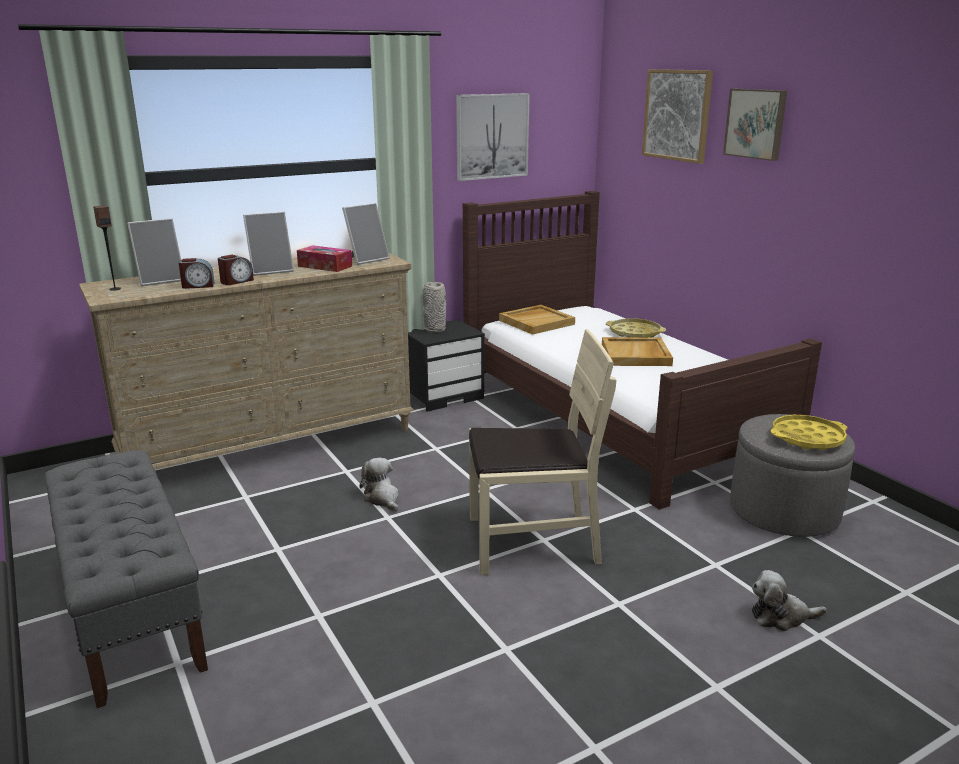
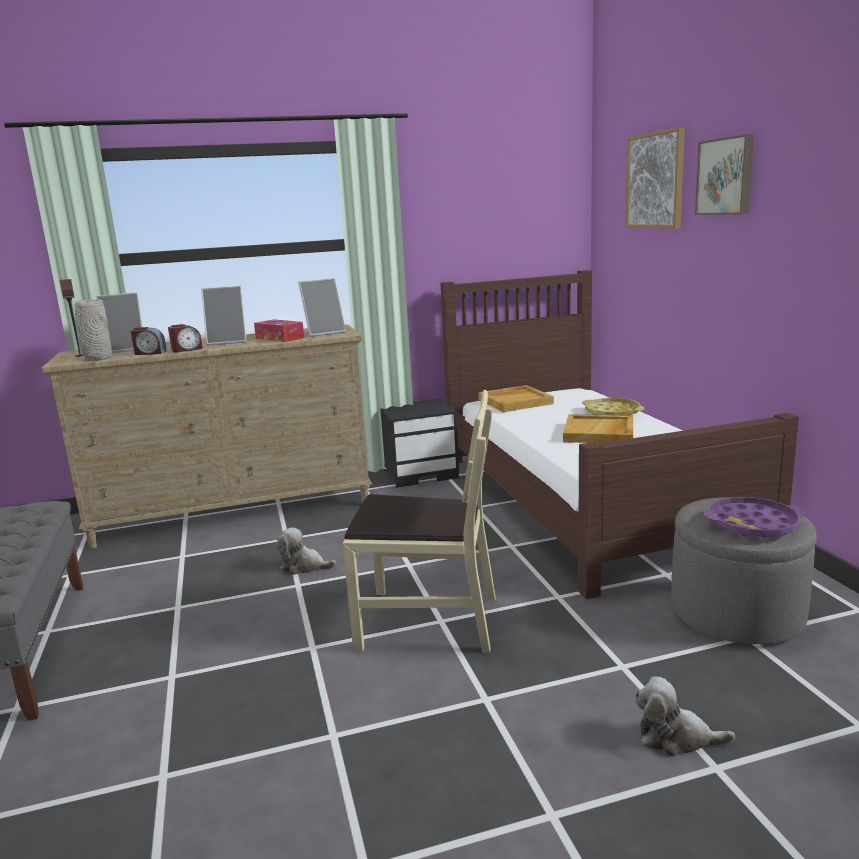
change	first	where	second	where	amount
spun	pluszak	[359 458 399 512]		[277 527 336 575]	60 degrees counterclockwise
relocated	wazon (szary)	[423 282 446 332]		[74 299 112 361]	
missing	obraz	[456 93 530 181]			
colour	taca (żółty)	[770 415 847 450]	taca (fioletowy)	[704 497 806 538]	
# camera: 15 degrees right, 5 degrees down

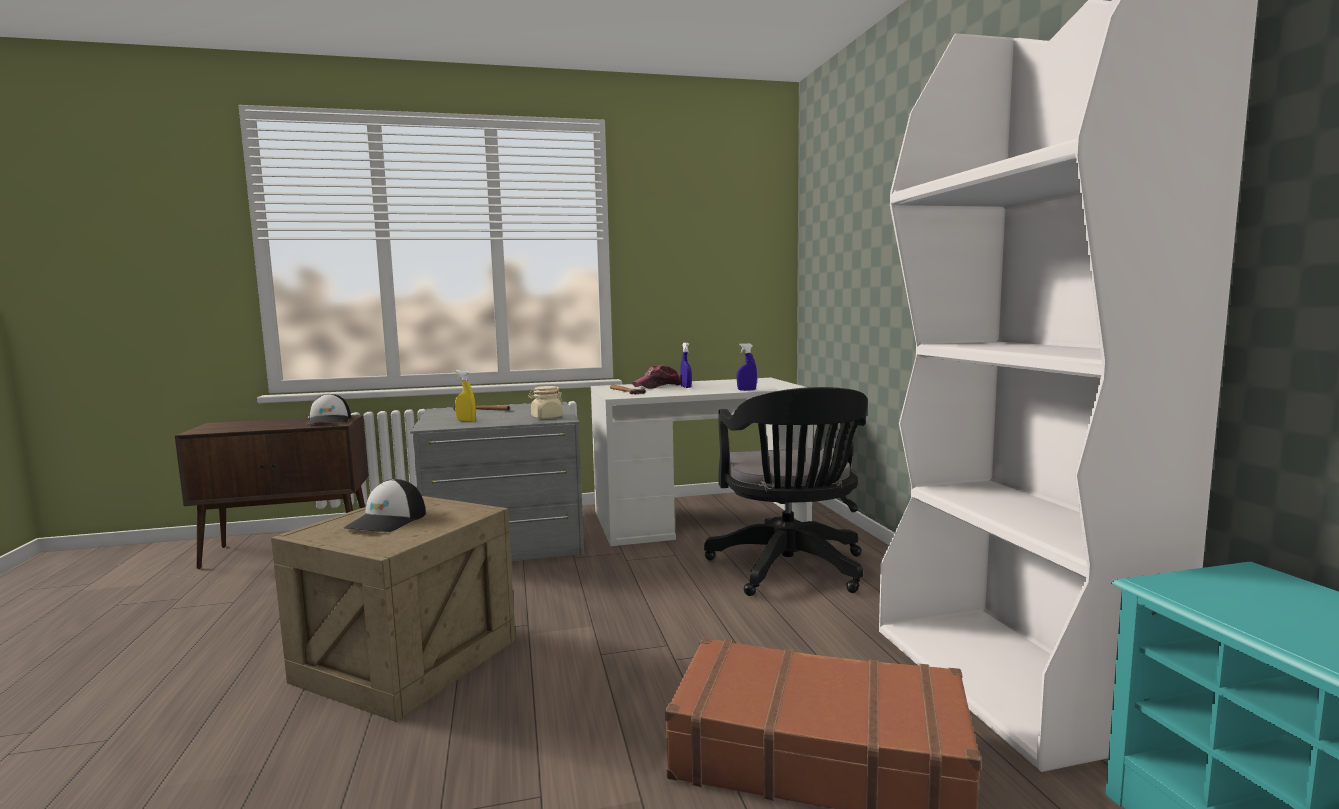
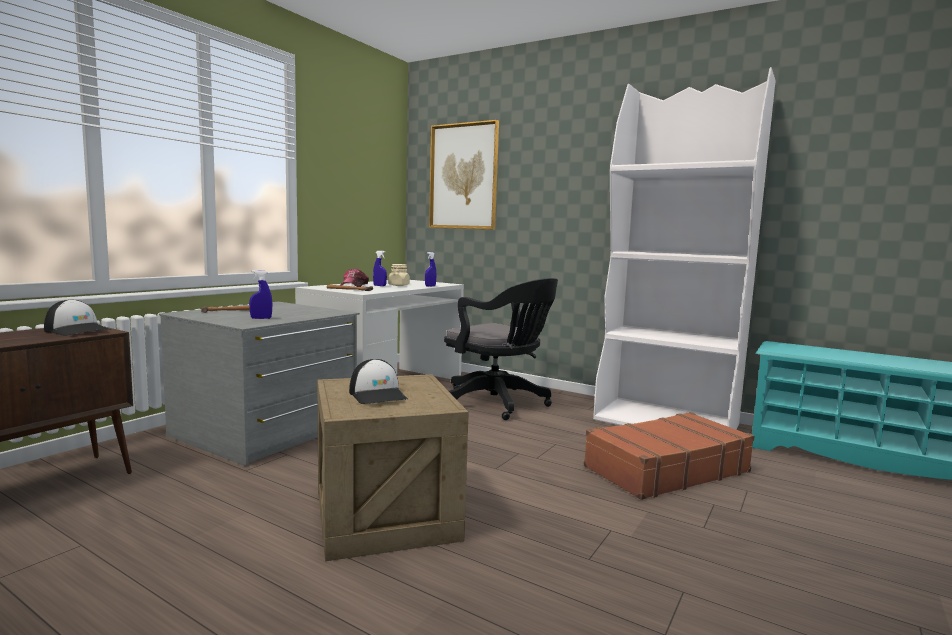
change	first	where	second	where	amount
colour	spryskiwacz (żółty)	[455 370 476 422]	spryskiwacz (niebieski)	[249 270 272 319]	
relocated	słoik (beżowy)	[528 386 563 419]		[388 264 410 286]	
appeared			obraz	[429 120 499 230]	
# camera: 45 degrees left, 0 degrees up

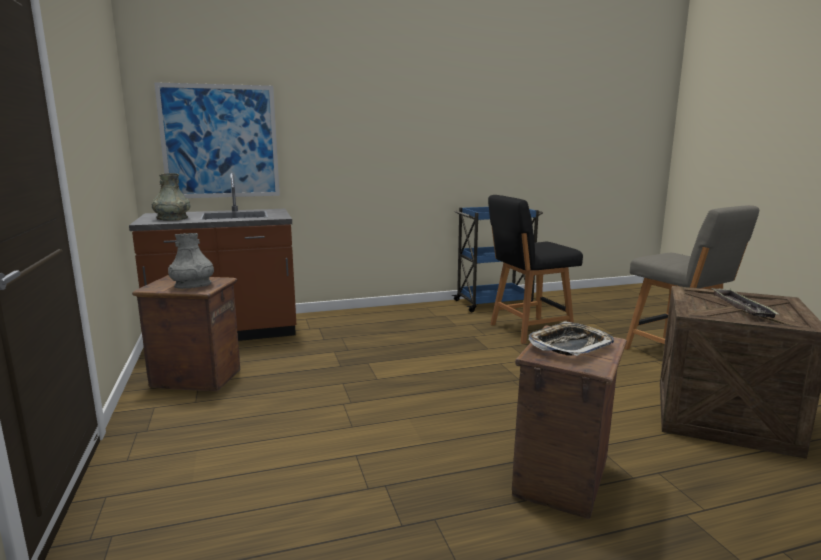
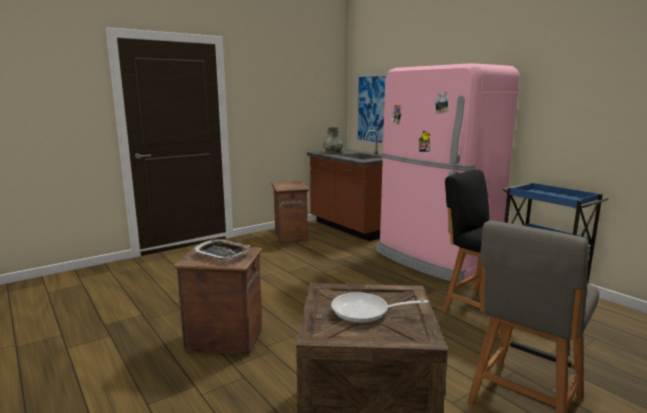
change	first	where	second	where	amount
missing	wazon (szary)	[168 233 214 289]			
exchanged	taca	[711 288 779 318]	patelnia	[331 292 428 323]	
appeared			lodówka (różowy)	[376 63 519 283]	
# camera: 70 degrees right, 0 degrees up

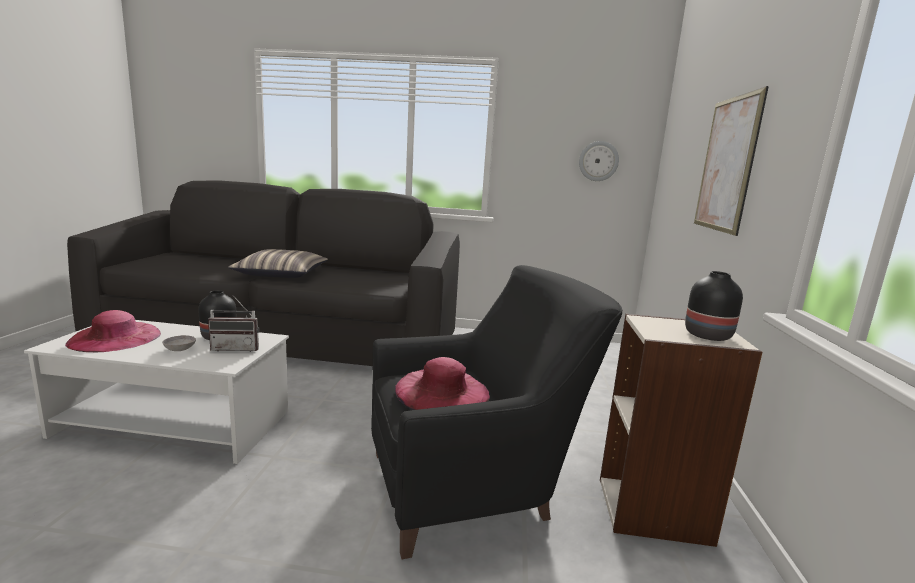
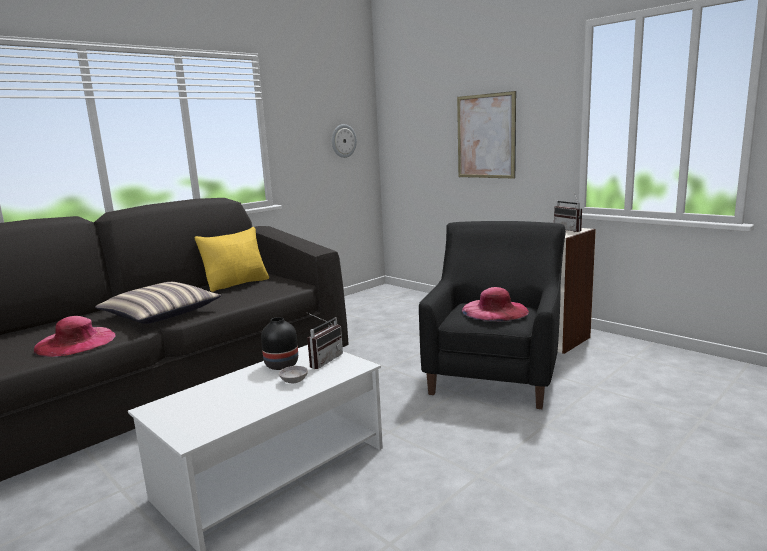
change	first	where	second	where	amount
relocated	kapelusz (różowy)	[65 310 161 352]		[34 316 116 357]	
exchanged	wazon (czarny)	[685 271 743 341]	radio	[554 195 582 232]	
appeared			poduszka (żółty)	[195 227 269 292]	
# camera: 50 degrees left, 0 degrees up

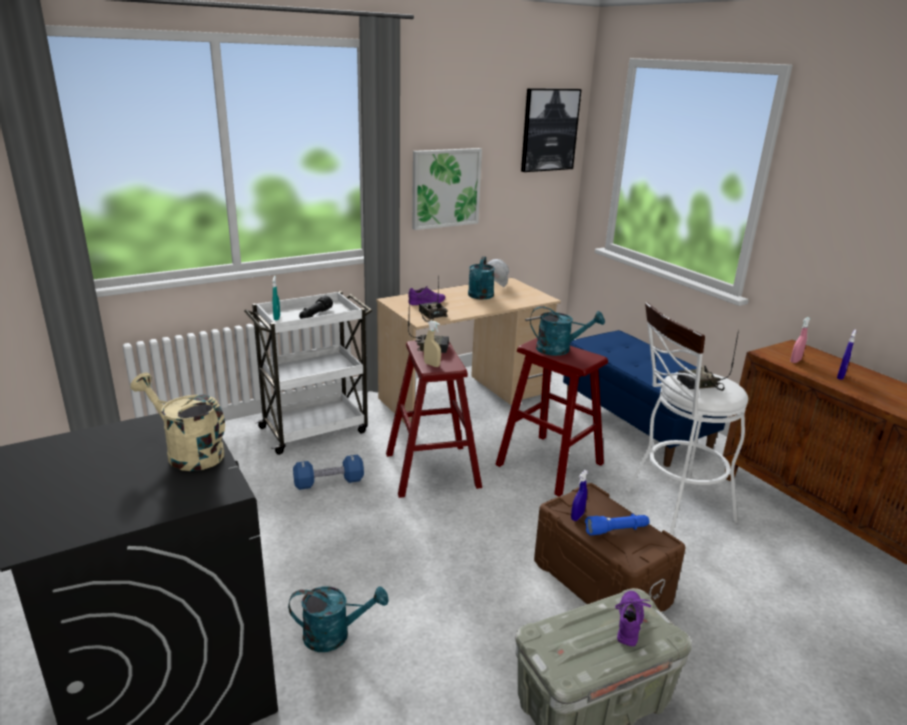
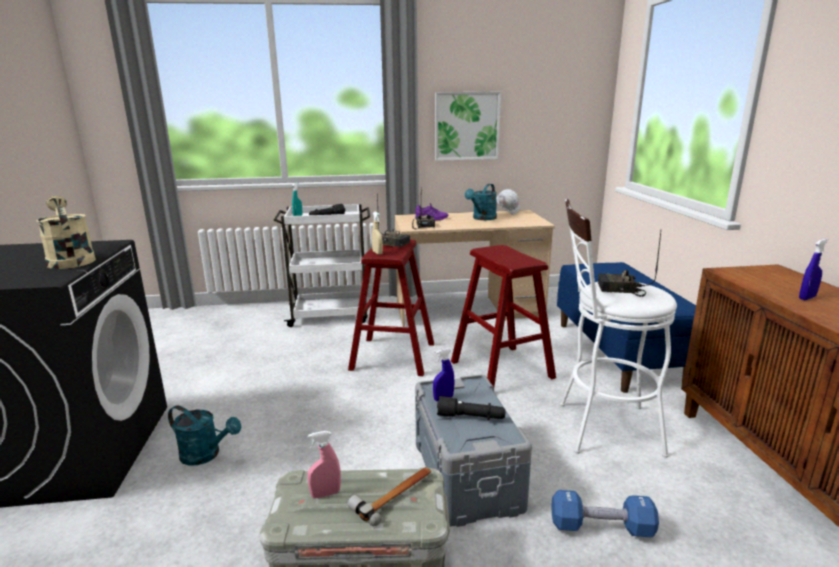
change	first	where	second	where	amount
relocated	hantel (niebieski)	[293 455 364 490]		[551 490 659 537]	
missing	obraz	[521 88 582 172]			
missing	konewka (turkusowy)	[530 306 605 356]			
colour	pojemnik do przechowywania (brązowy)	[534 483 686 612]	pojemnik do przechowywania (szary)	[415 374 532 527]	
colour	latarka (niebieski)	[585 514 649 536]	latarka (czarny)	[437 396 506 420]	
exchanged	but (fioletowy)	[615 591 651 646]	młotek	[348 467 431 526]	
relocated	spryskiwacz (różowy)	[790 317 810 363]		[307 431 341 498]	
# camera: 25 degrees right, 5 degrees down

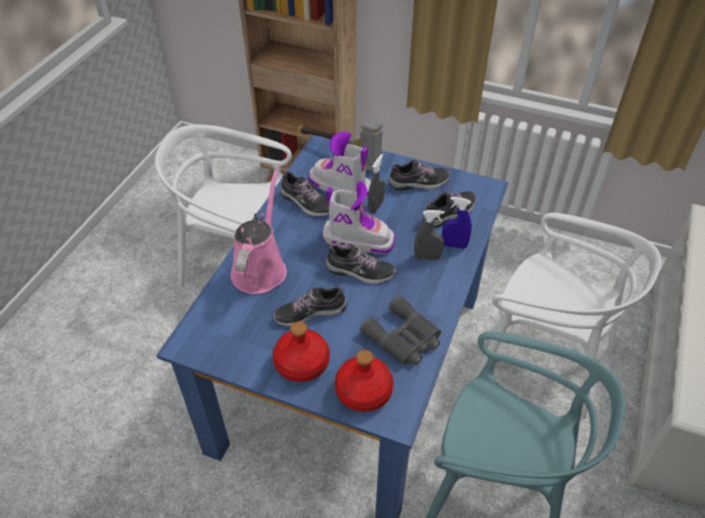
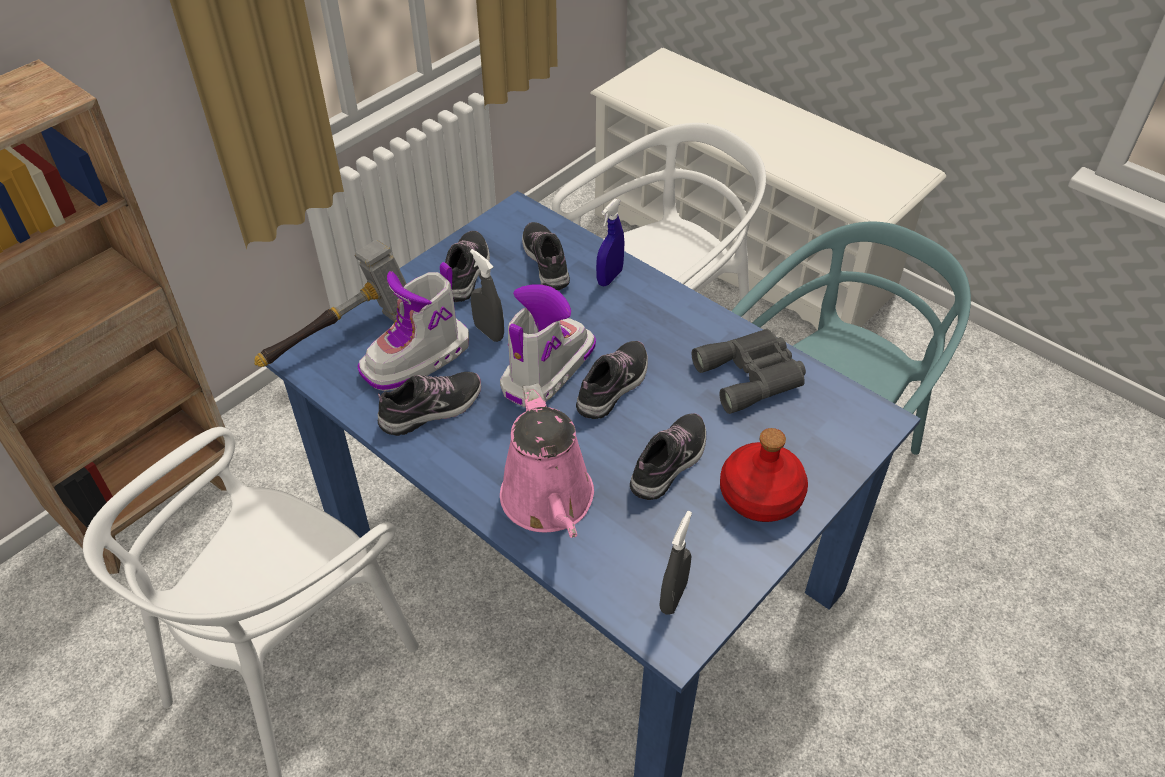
change	first	where	second	where	amount
spun	konewka (różowy)	[231 168 287 294]		[500 383 594 538]	135 degrees counterclockwise
spun	but	[273 286 347 327]		[630 413 706 500]	150 degrees counterclockwise
missing	butelka (czerwony)	[335 350 394 412]			
relocated	spryskiwacz (szary)	[414 210 444 260]		[660 511 692 615]	
# camera: 70 degrees left, 0 degrees up

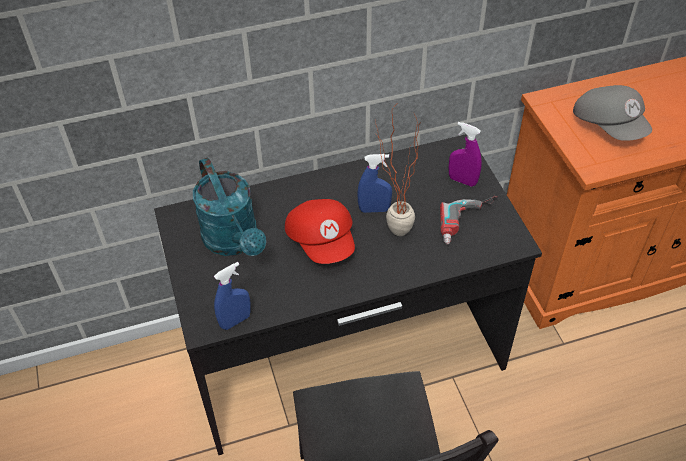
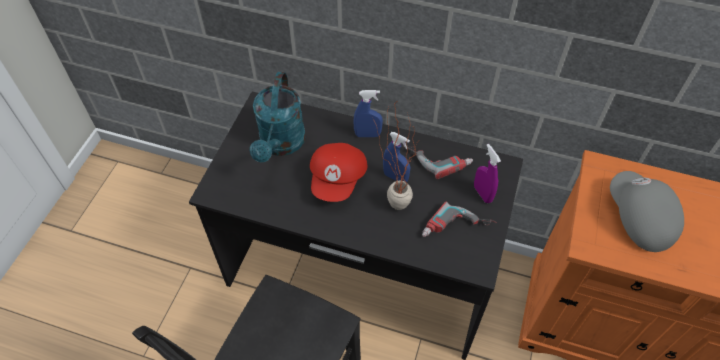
change	first	where	second	where	amount
relocated	spryskiwacz (niebieski)	[214 262 251 330]		[353 90 383 137]	
spun	czapka z daszkiem (szary)	[573 85 652 141]		[610 171 684 252]	150 degrees clockwise
appeared			wiertarka	[403 145 473 179]	
# camera: 35 degrees right, 5 degrees up

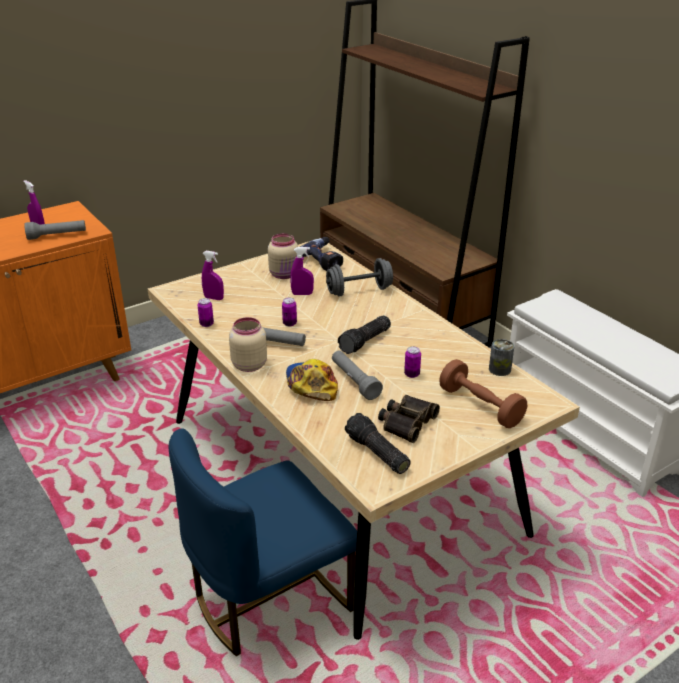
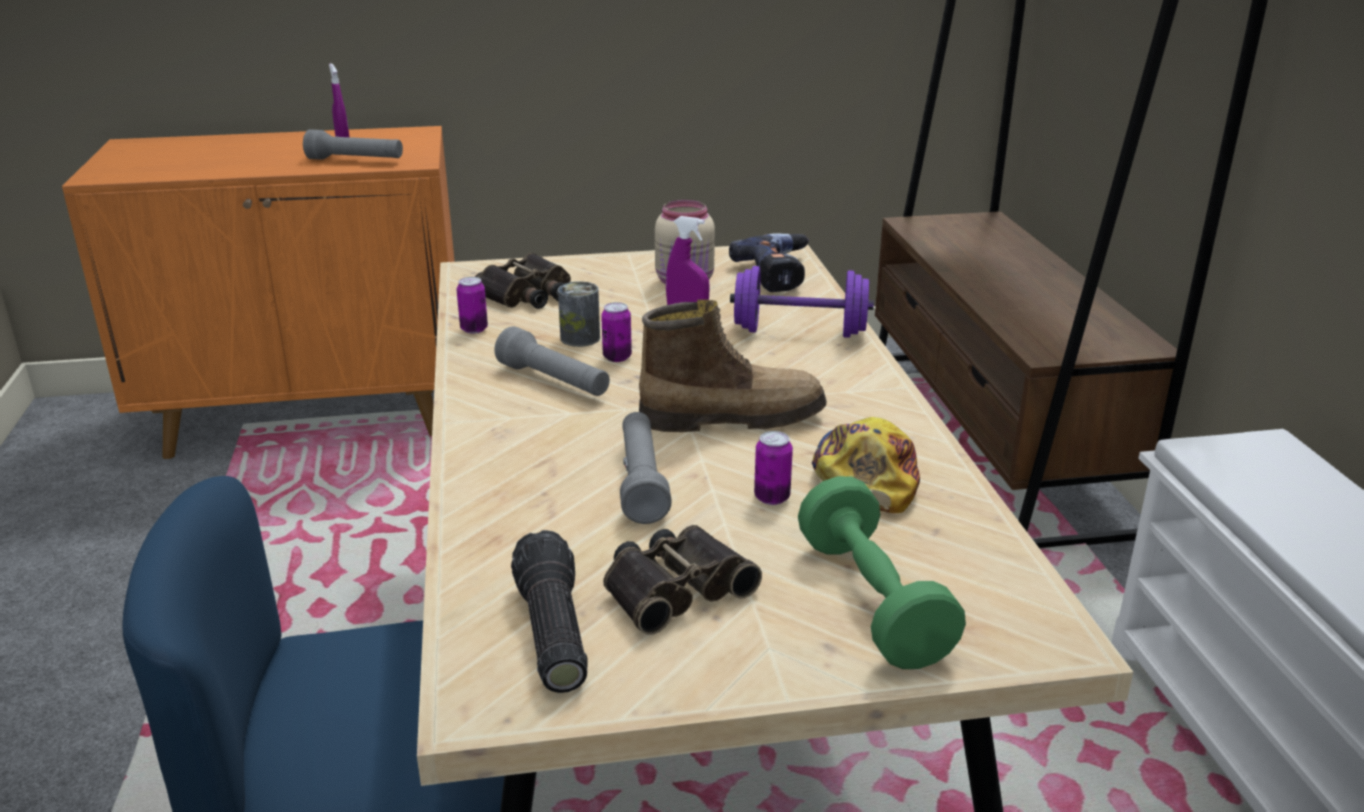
change	first	where	second	where	amount
exchanged	spryskiwacz (fioletowy)	[202 251 224 300]	lornetka	[475 253 571 309]	
missing	słoik (beżowy)	[229 317 267 372]			
relocated	czapka z daszkiem	[286 359 338 401]		[812 417 920 513]	
colour	hantel (szary)	[326 258 393 296]	hantel (fioletowy)	[730 266 874 338]	
exchanged	latarka	[338 316 391 354]	but z cholewką	[639 299 827 432]	
colour	hantel (brązowy)	[439 359 527 428]	hantel (zielony)	[798 476 966 669]	
relocated	puszka	[489 339 515 376]		[558 281 600 347]	
# camera: 25 degrees right, 5 degrees down

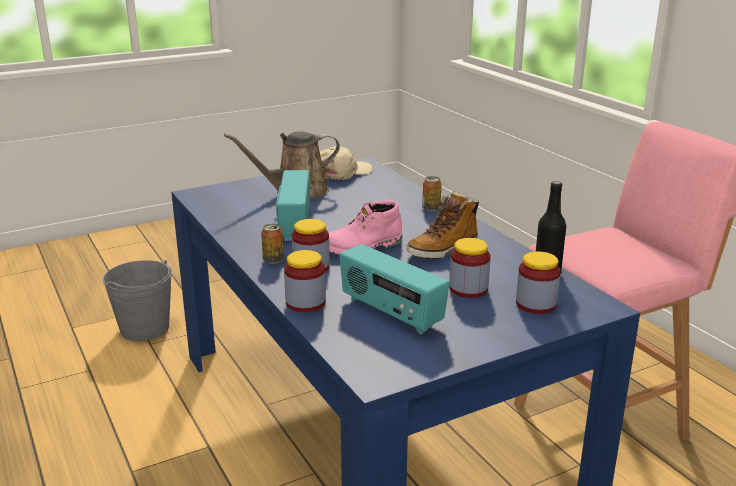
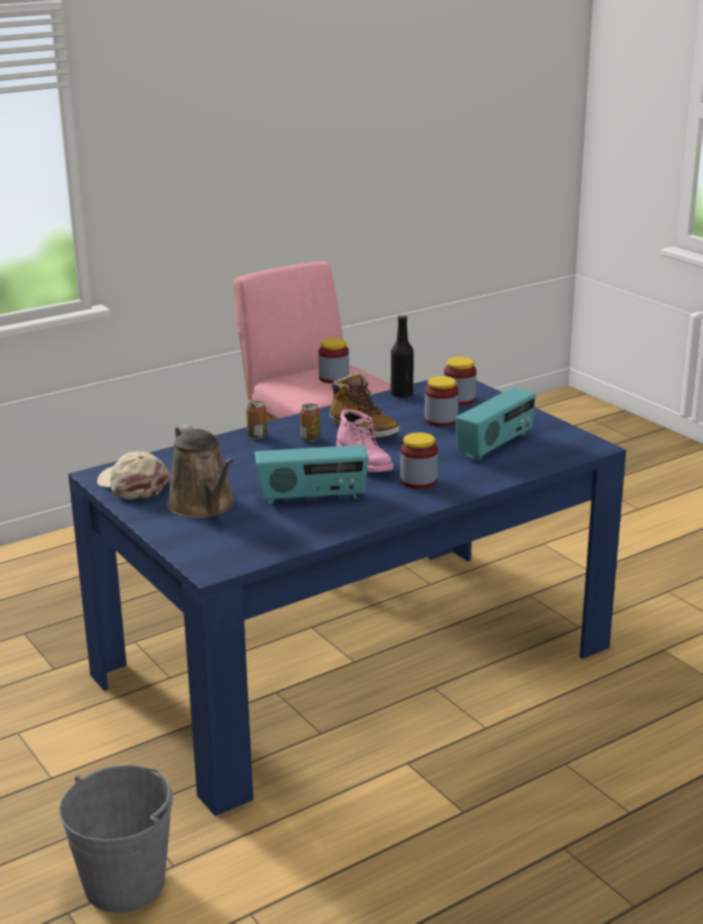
change	first	where	second	where	amount
relocated	puszka	[261 223 284 264]		[300 404 321 442]	
relocated	słoik	[284 250 326 312]		[318 338 349 384]	
# camera: 95 degrees left, 0 degrees up

